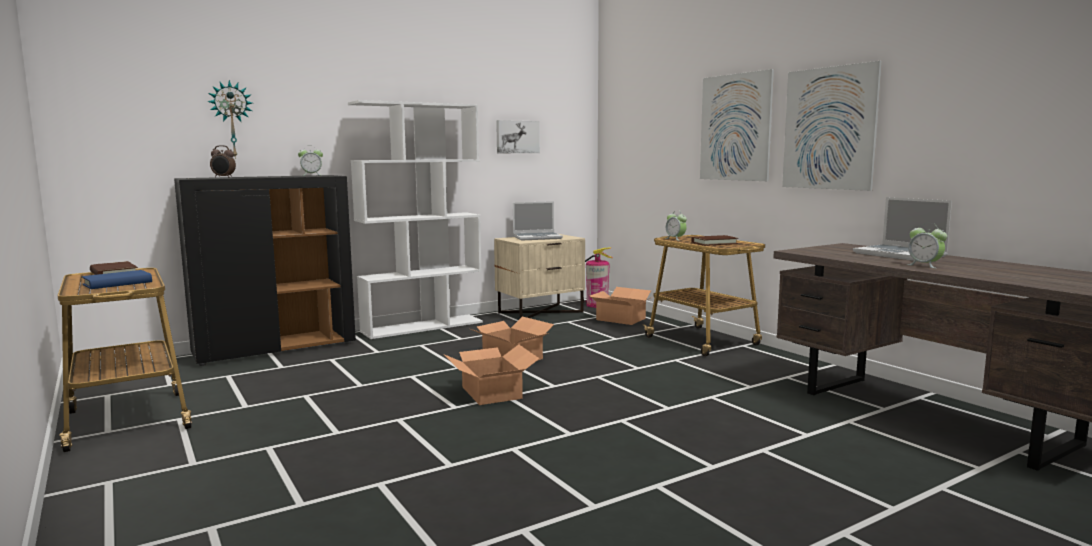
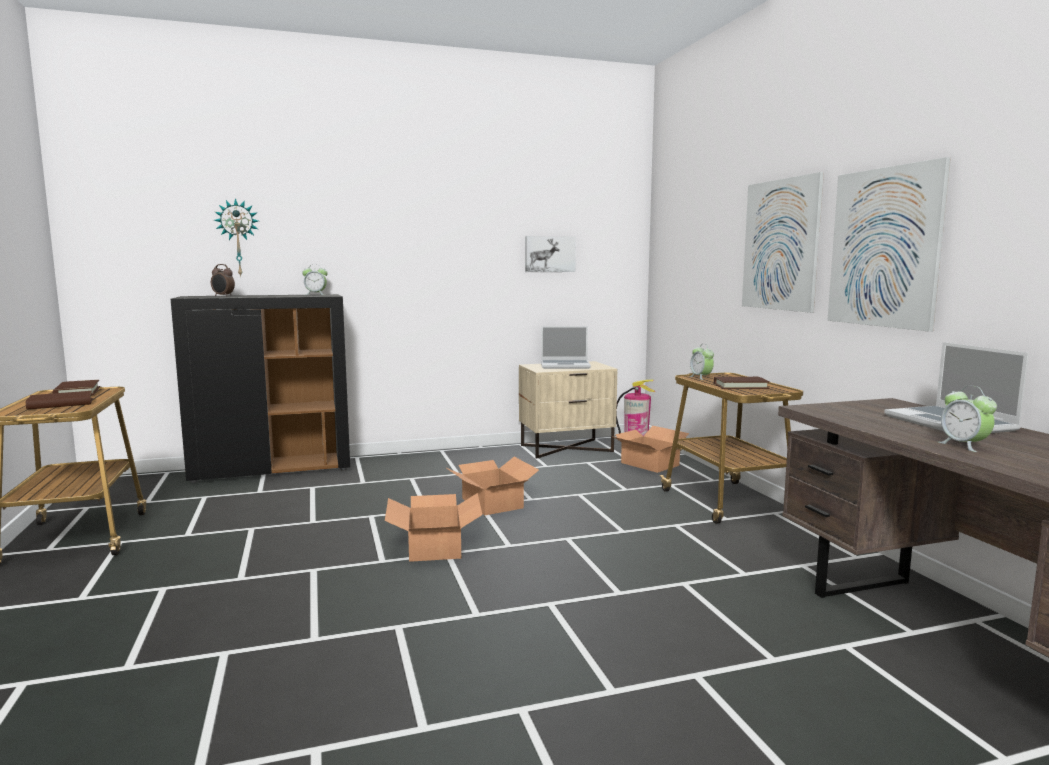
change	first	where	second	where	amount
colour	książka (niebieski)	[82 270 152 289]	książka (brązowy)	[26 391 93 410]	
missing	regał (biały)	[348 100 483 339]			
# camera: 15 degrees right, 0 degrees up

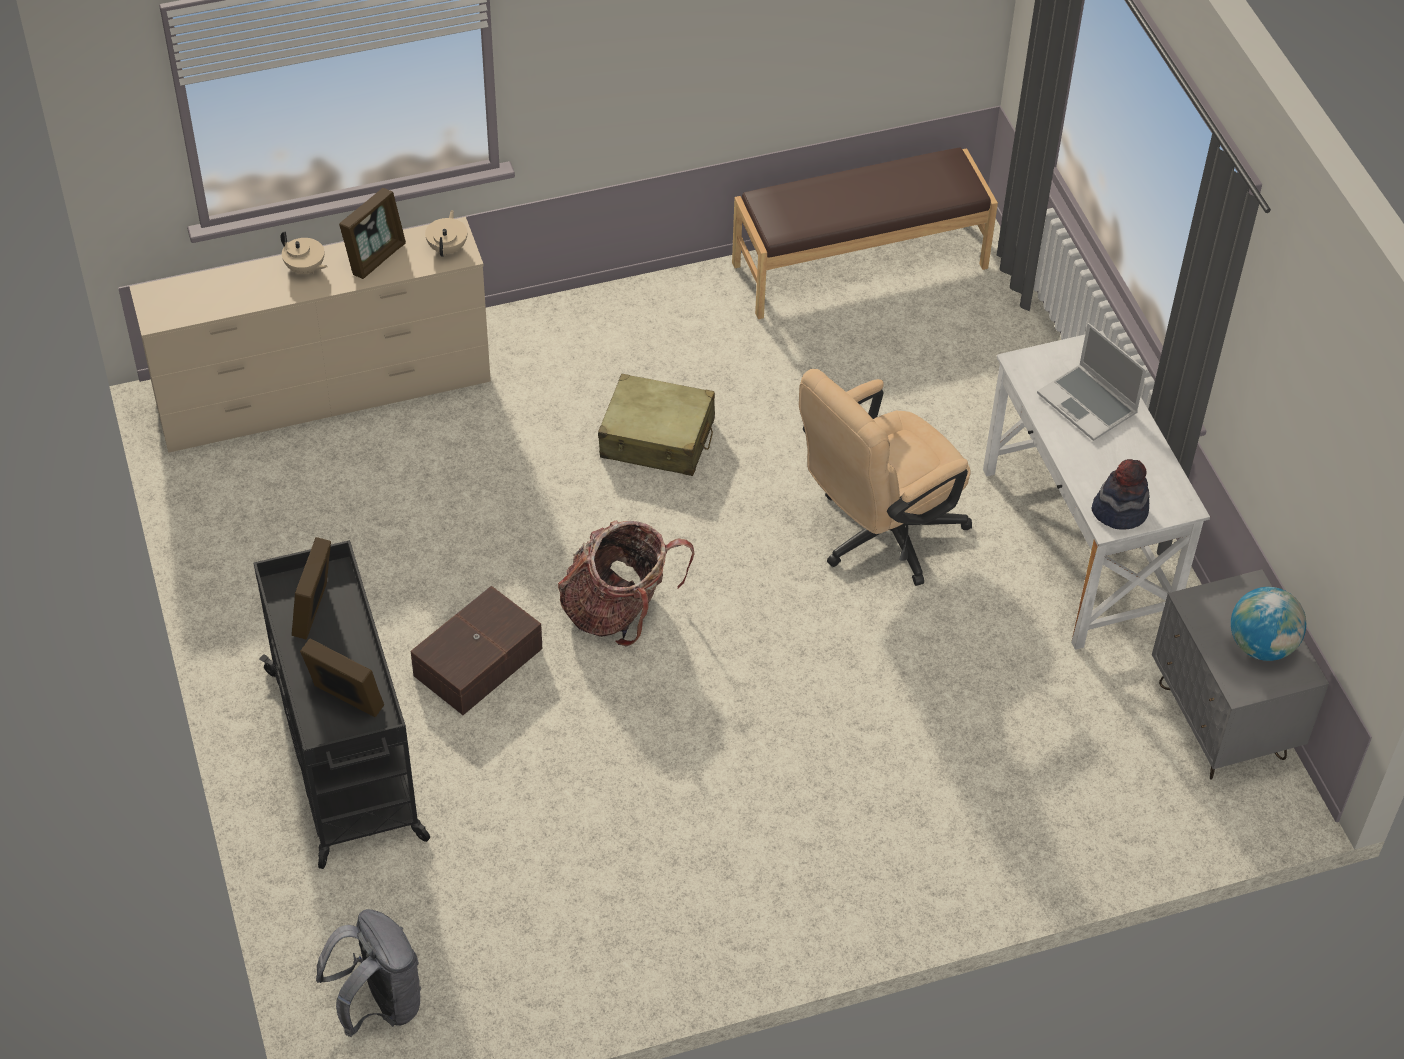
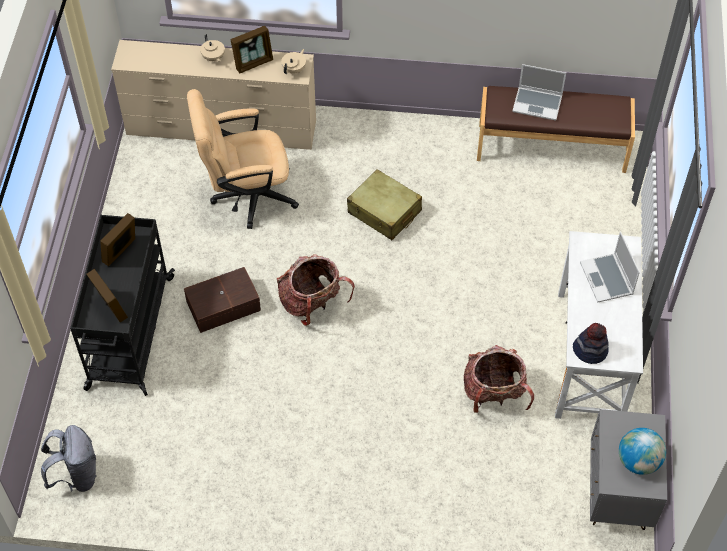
change	first	where	second	where	amount
relocated	krzesło biurowe (beżowy)	[799 369 972 586]		[187 89 299 229]	
appeared			plecak	[464 345 534 413]	
appeared			laptop	[512 64 566 120]	
# camera: 25 degrees right, 5 degrees up

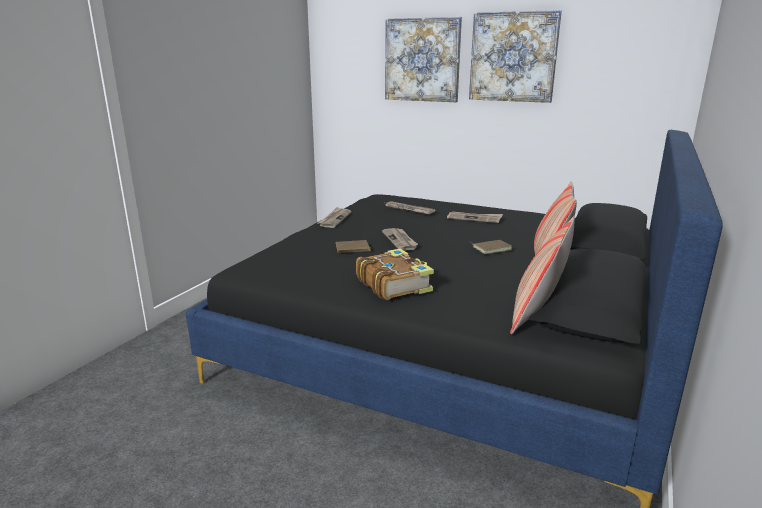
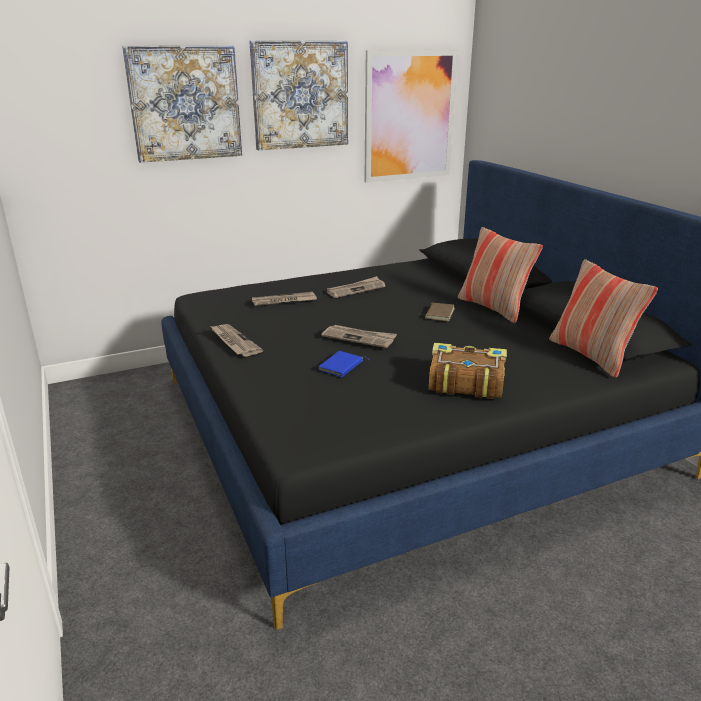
change	first	where	second	where	amount
colour	książka (brązowy)	[335 240 371 253]	książka (niebieski)	[319 351 370 377]	
appeared			obraz	[364 50 458 183]	
# camera: 50 degrees left, 5 degrees up

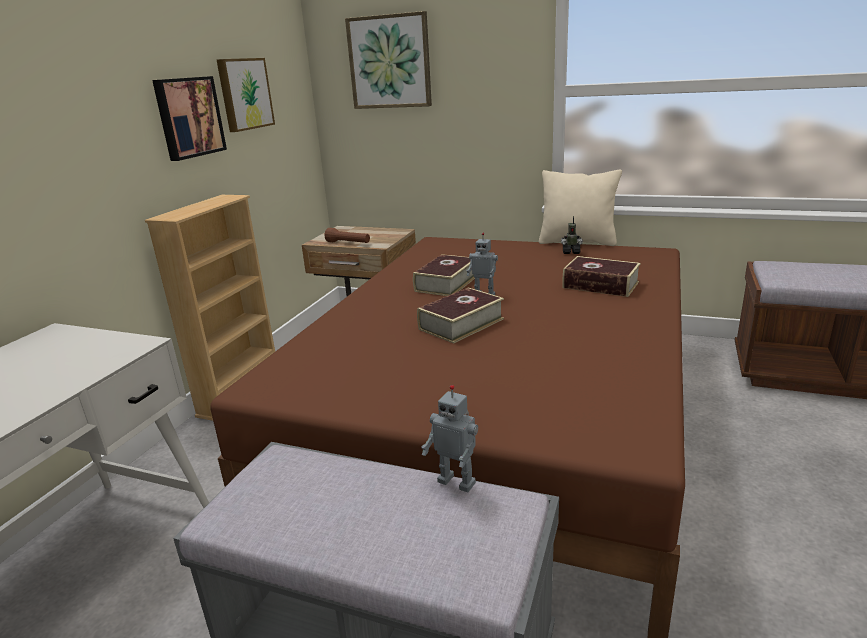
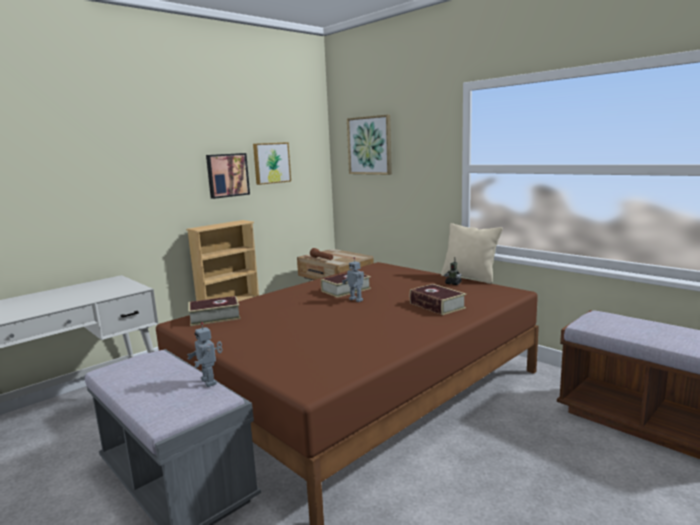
change	first	where	second	where	amount
relocated	książka	[417 287 504 344]		[188 296 241 326]	
# camera: 25 degrees right, 10 degrees down

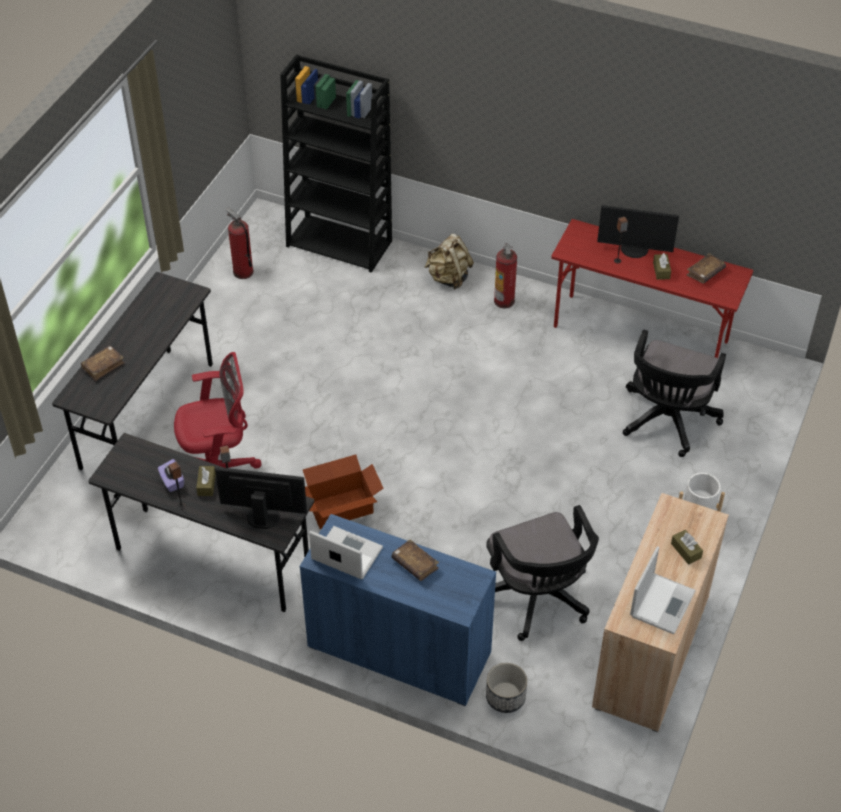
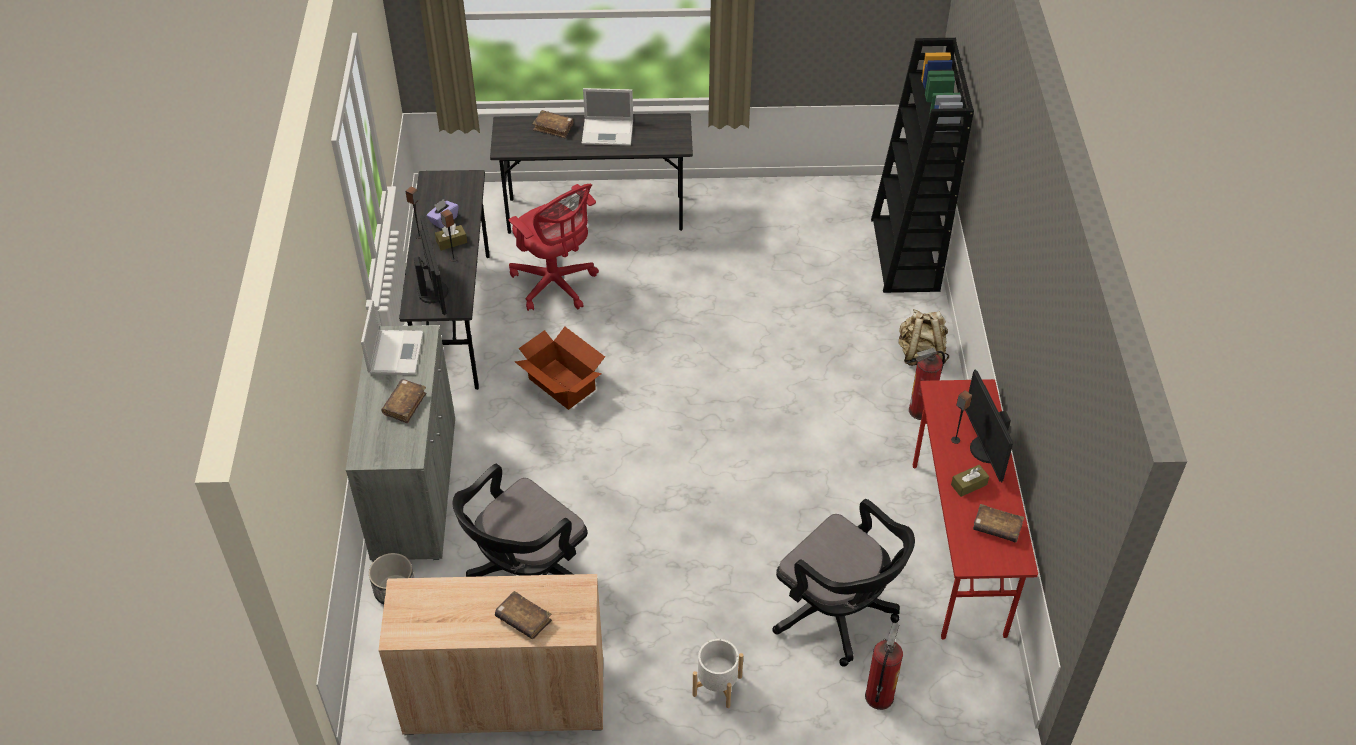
change	first	where	second	where	amount
relocated	gaśnica	[226 207 254 279]		[865 623 903 710]	
colour	szafka (niebieski)	[300 514 496 706]	szafka (szary)	[346 325 455 561]	
spun	krzesło biurowe (czarny)	[623 329 726 457]		[772 499 915 667]	135 degrees counterclockwise
relocated	laptop	[630 547 696 634]		[582 88 633 146]	
exchanged	pudełko chusteczek (brązowy)	[671 530 703 565]	książka (brązowy)	[495 591 552 639]	
# camera: 65 degrees right, 0 degrees up

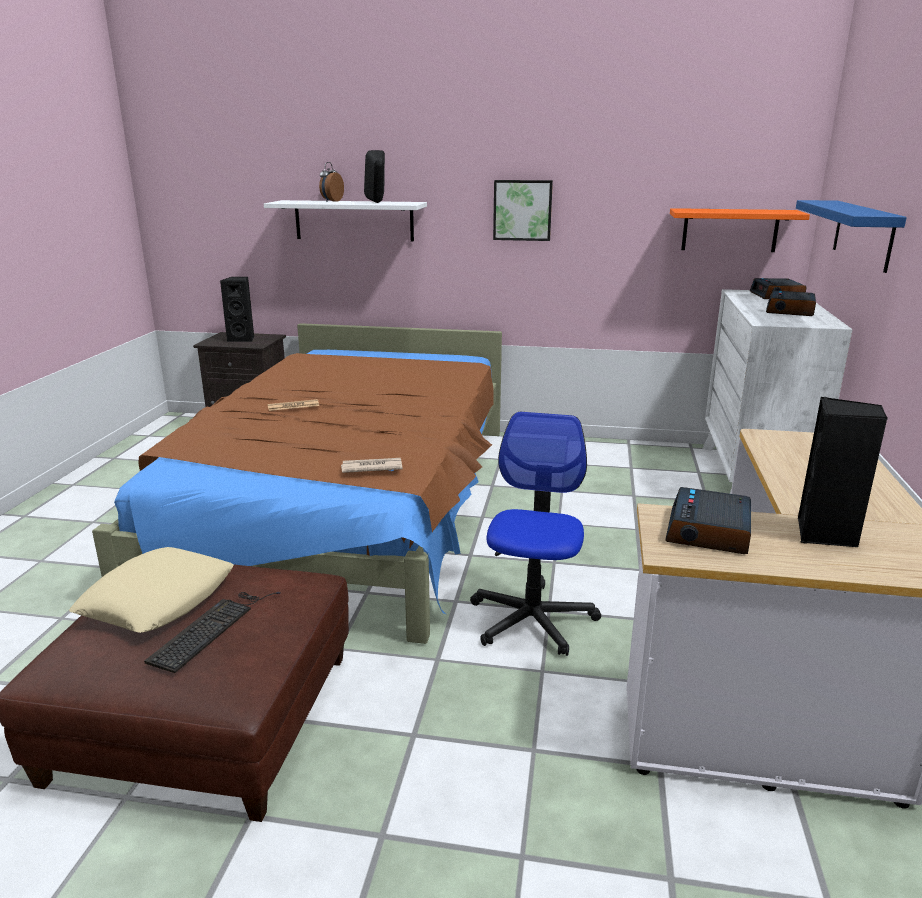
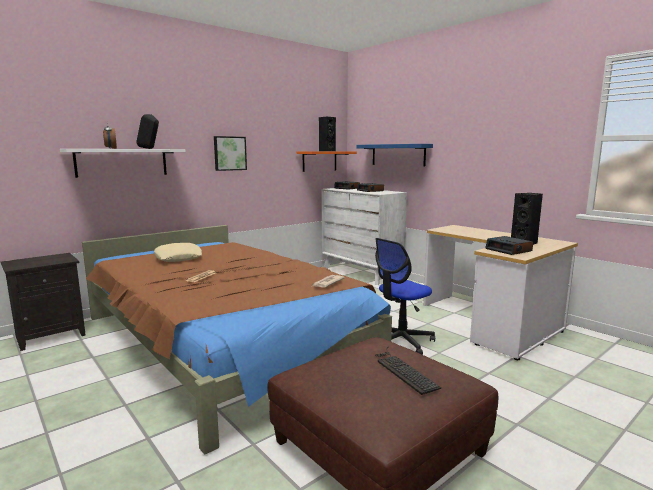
change	first	where	second	where	amount
relocated	poduszka (beżowy)	[69 547 233 633]		[154 243 202 262]	
relocated	głośnik (czarny)	[220 277 254 342]		[319 116 336 151]	
spun	krzesło biurowe	[470 412 601 656]		[375 238 435 355]	90 degrees counterclockwise
# camera: 50 degrees left, 10 degrees down

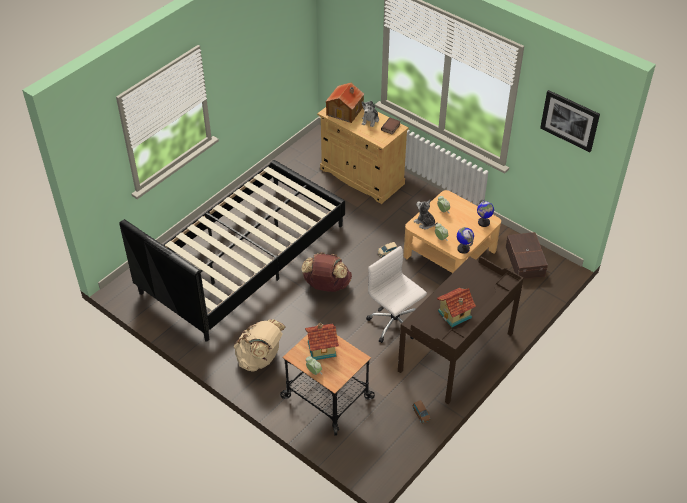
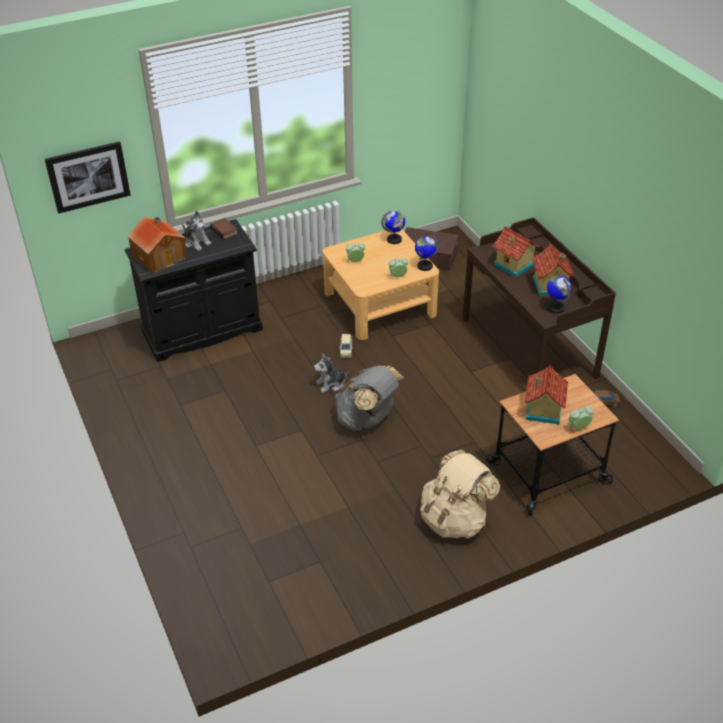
change	first	where	second	where	amount
missing	łóżko (czarny)	[119 160 345 342]			
colour	plecak (brązowy)	[301 252 352 292]	plecak (szary)	[334 365 404 431]	
colour	szafka (beżowy)	[317 107 409 204]	szafka (czarny)	[125 219 263 362]	
missing	krzesło biurowe (biały)	[366 246 427 343]			
relocated	pluszak	[414 200 438 229]		[314 353 349 393]	
relocated	obraz	[540 90 600 152]		[45 141 131 214]	
appeared			domek	[492 226 540 277]	
appeared			globus	[547 276 571 314]	
# camera: 65 degrees left, 5 degrees down

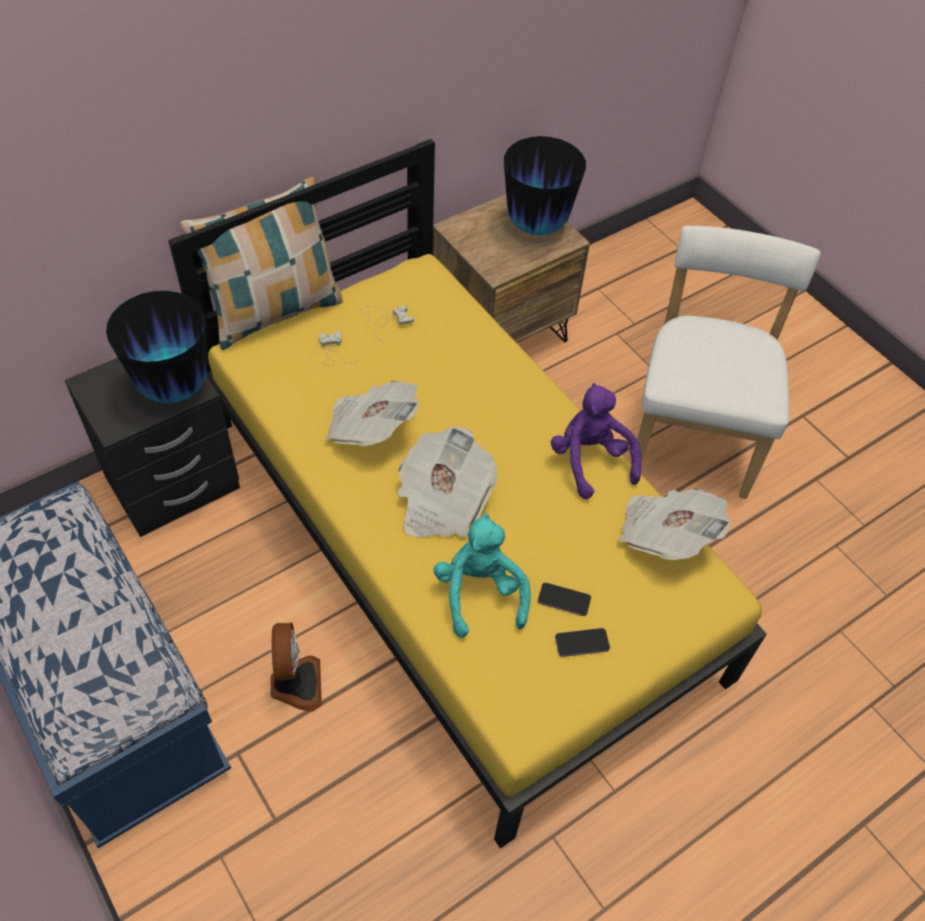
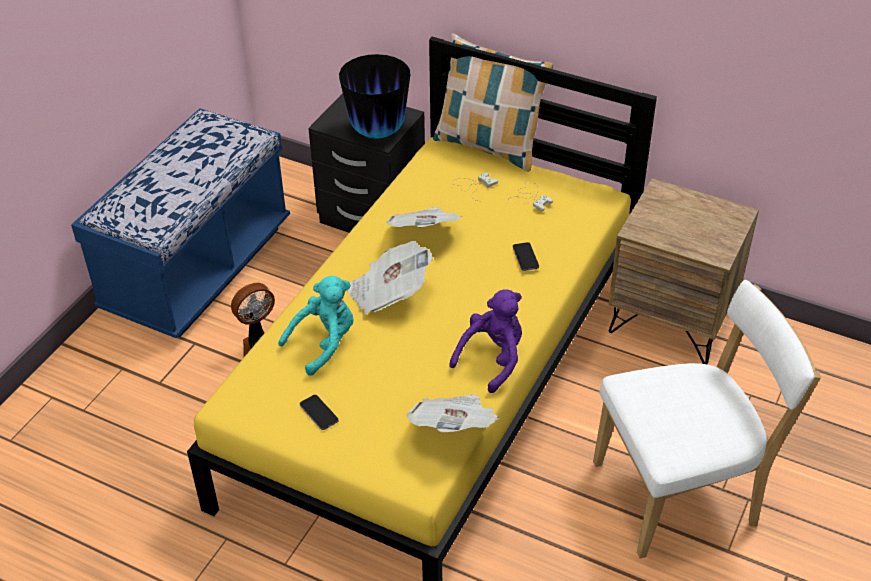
change	first	where	second	where	amount
missing	wazon	[504 136 586 235]			
relocated	telefon	[538 582 591 616]		[513 242 539 271]	
# camera: 65 degrees right, 10 degrees down

